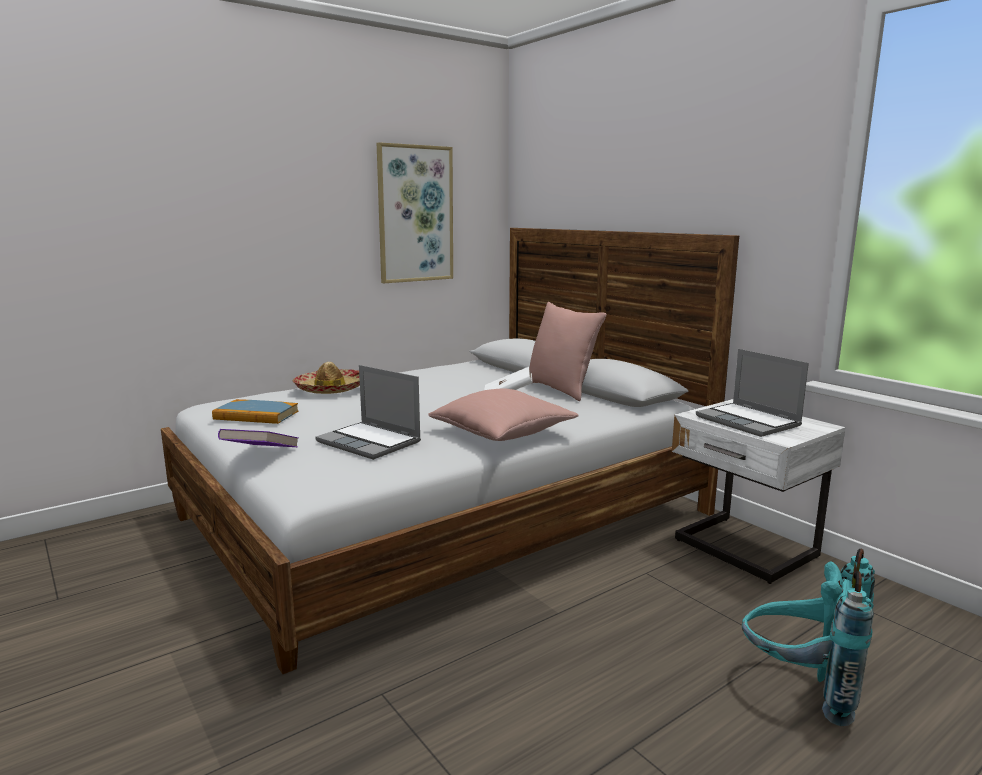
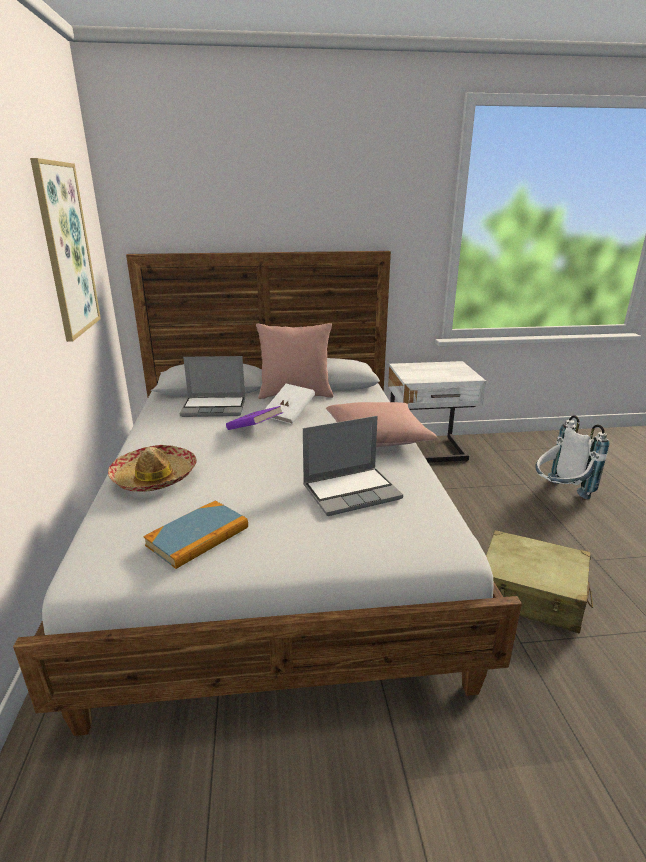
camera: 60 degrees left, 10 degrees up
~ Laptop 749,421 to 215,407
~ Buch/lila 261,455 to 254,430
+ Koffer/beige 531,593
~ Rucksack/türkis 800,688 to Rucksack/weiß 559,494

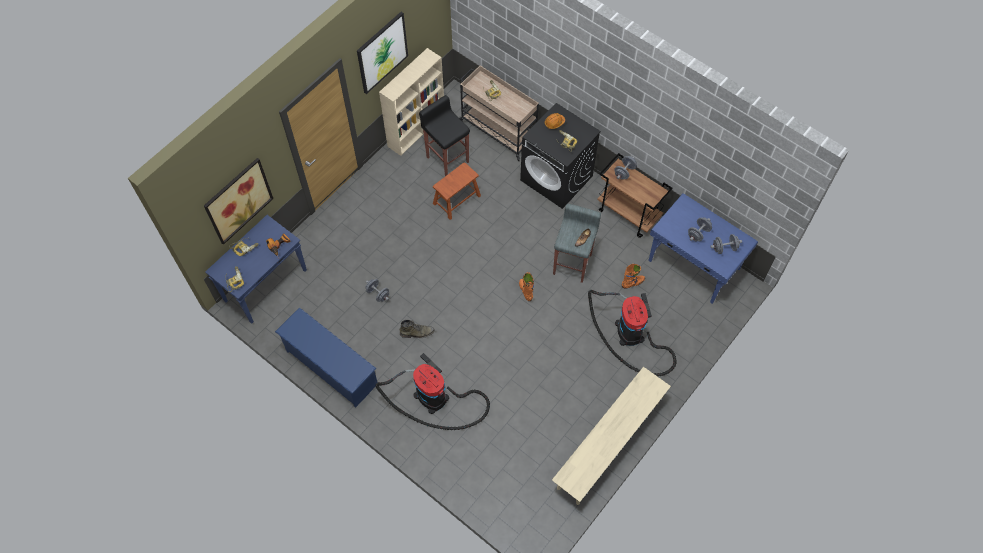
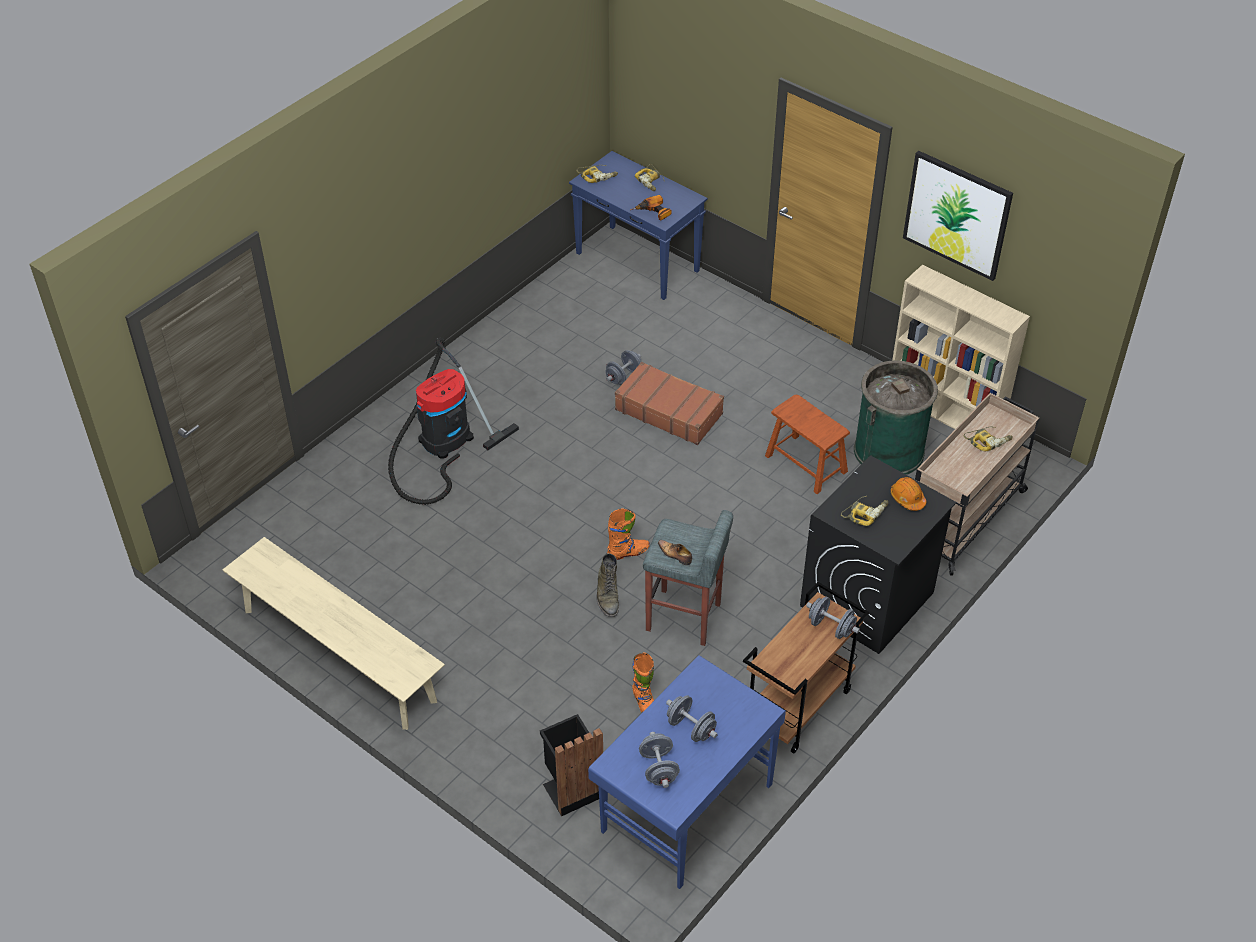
camera: 90 degrees right, 15 degrees down
+ Mülleimer/schwarz 571,788
~ Stiefel/grün 417,332 to 607,595
+ Koffer/braun 669,411
~ Hocker/schwarz 447,159 to Mülleimer/grün 889,451
- Bild 238,200
- Schuhregal/blau 331,368
- Staubsauger 631,335

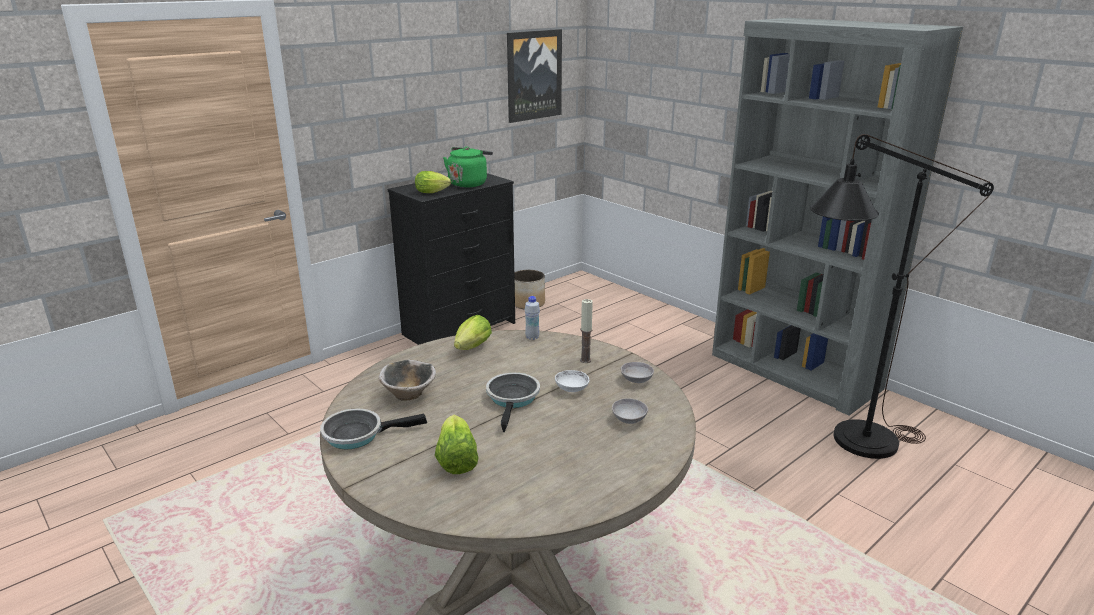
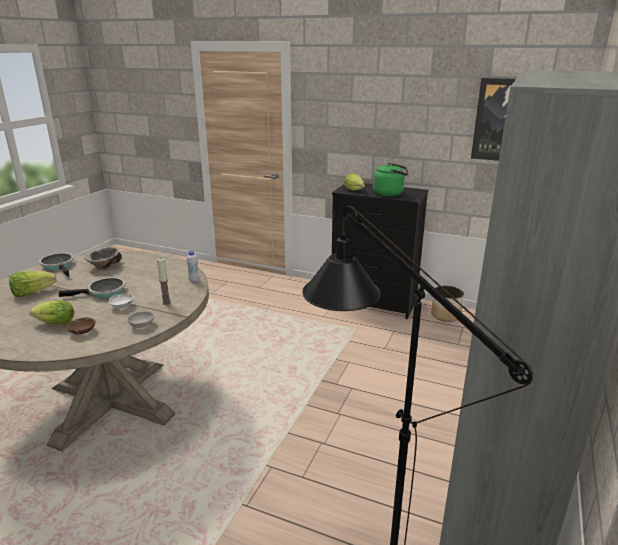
camera: 65 degrees right, 0 degrees up
~ Salatkopf 471,349 to 53,323
~ Schüssel/grau 629,419 to Schüssel/braun 82,332

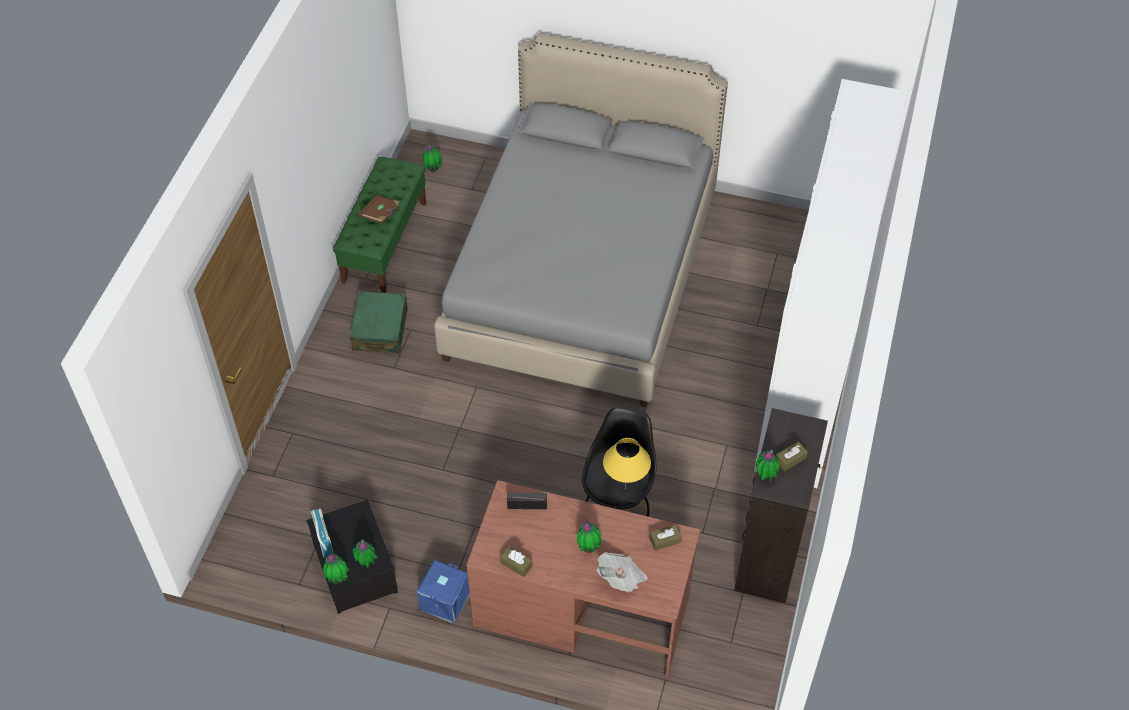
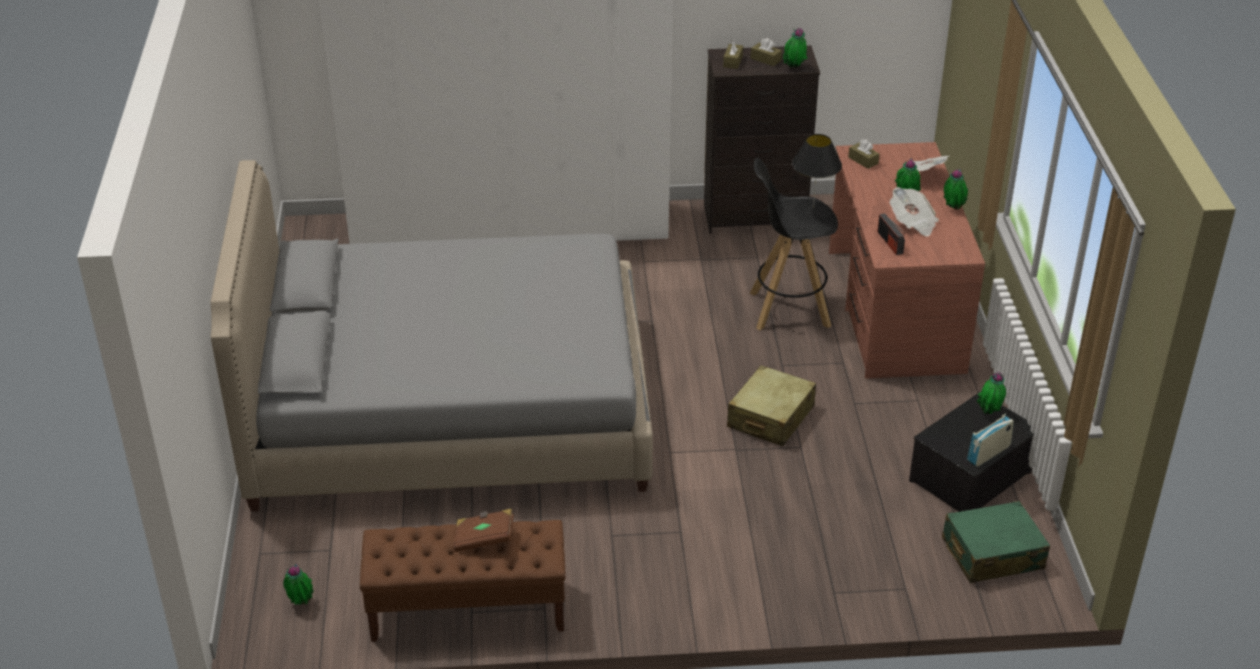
camera: 110 degrees left, 15 degrees down
~ Bank/grün 385,242 to Bank/braun 467,610
~ Taschentuchbox/braun 516,564 to 733,61
+ Koffer/beige 770,417
~ Tischlampe/gelb 625,489 to Tischlampe/schwarz 813,208
+ Zeitung 913,223
~ Koffer/grün 380,329 to 992,554
~ Topfpflanze 337,579 to 952,209
- Aufbewahrungsbox/blau 444,600

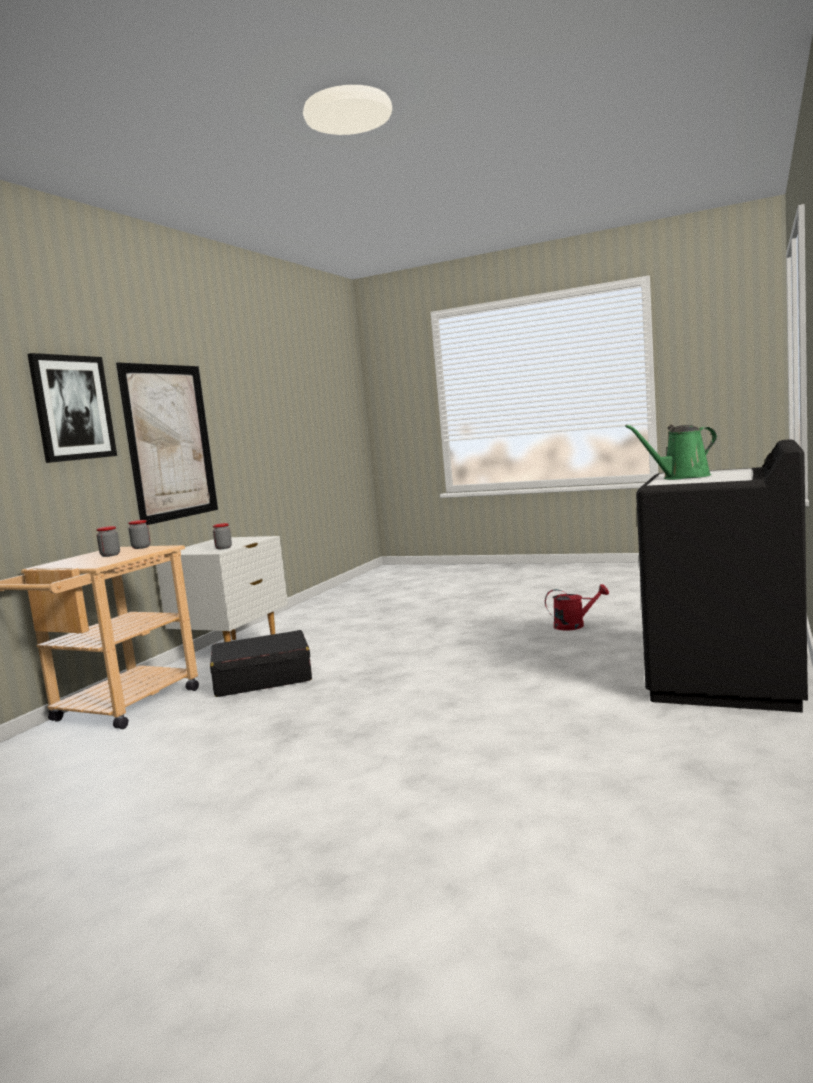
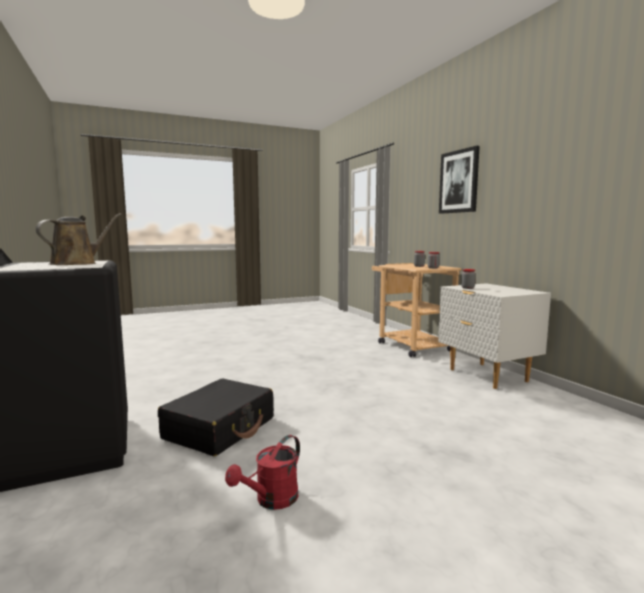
camera: 130 degrees right, 0 degrees up
~ Gießkanne/grün 682,477 to Gießkanne/braun 78,263
~ Koffer/schwarz 262,678 to 220,428
- Bild 170,442

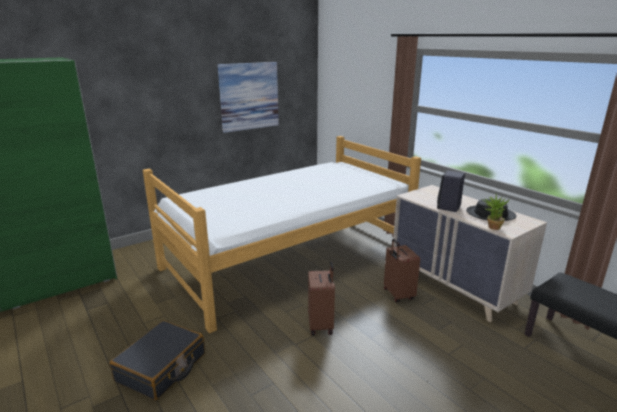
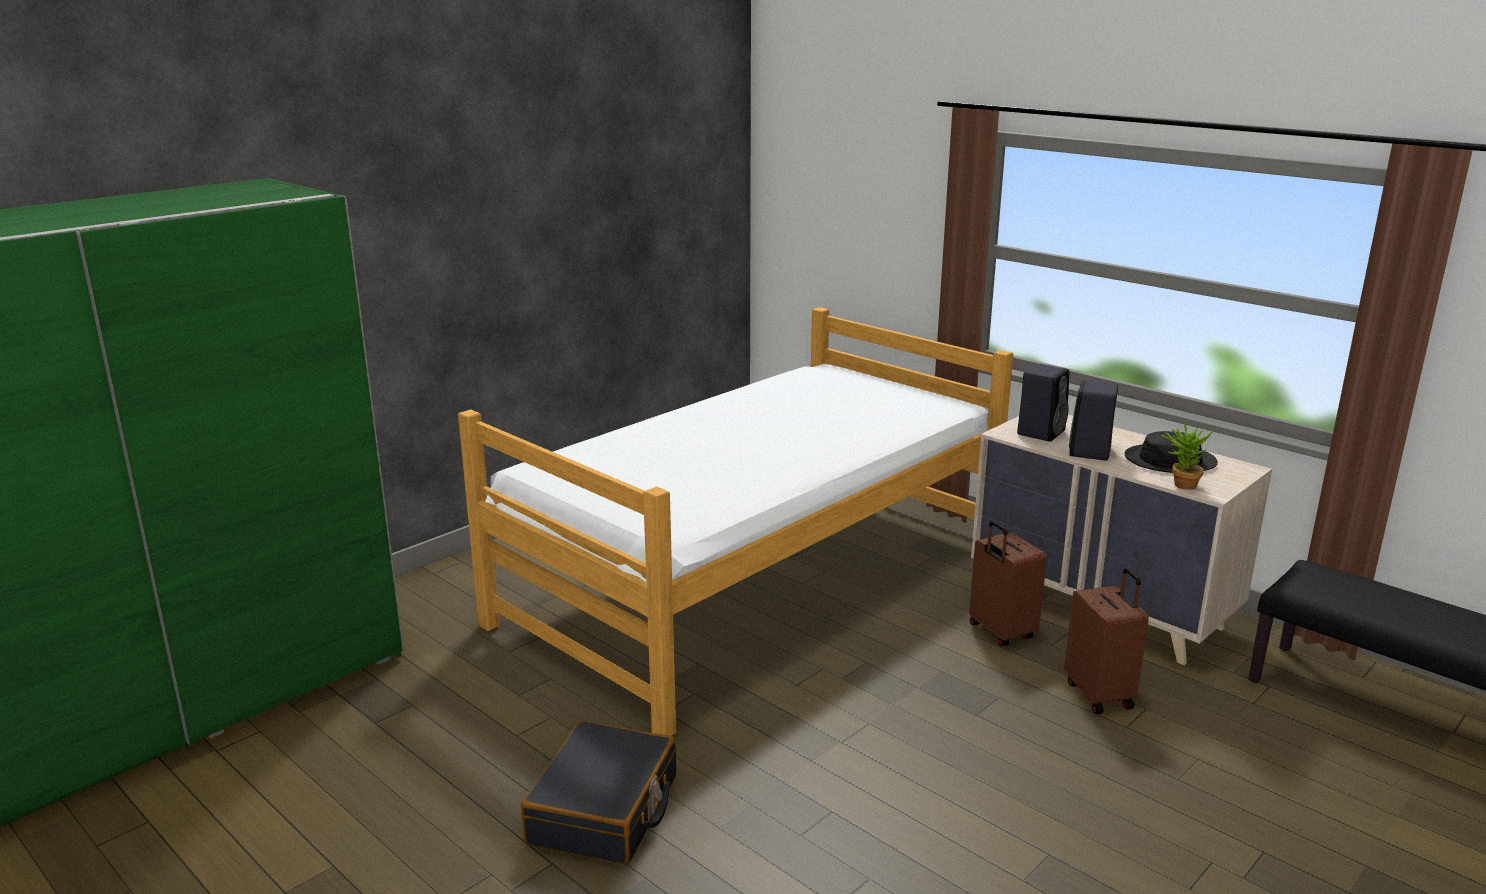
camera: 10 degrees left, 0 degrees up
+ Lautsprecher/schwarz 1041,432
~ Koffer/braun 321,325 to 1100,695
- Bild 249,96

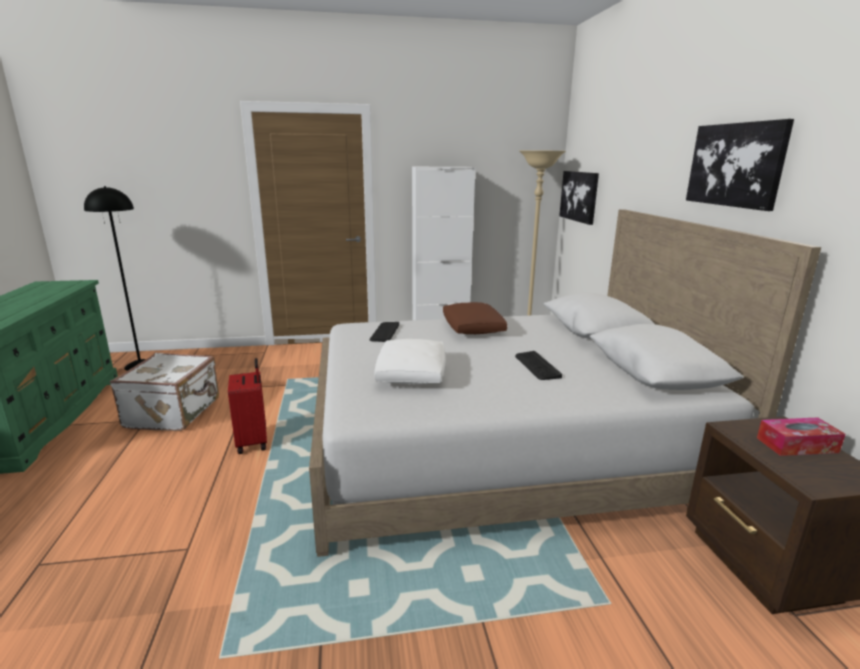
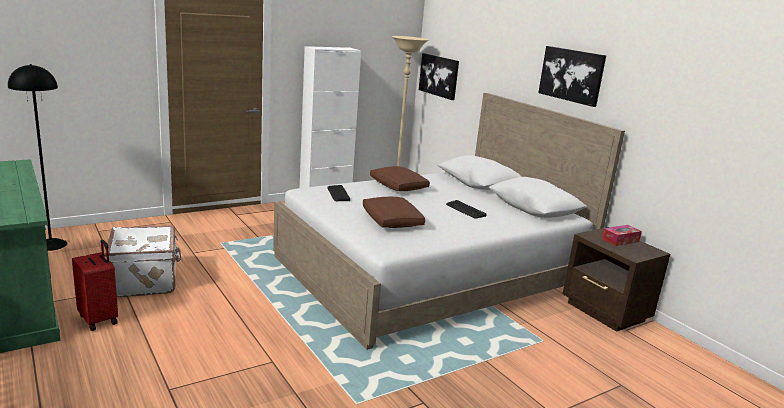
camera: 25 degrees left, 0 degrees up
~ Koffer/rot 253,442 to 99,319
~ Kissen/weiß 411,373 to Kissen/braun 392,221

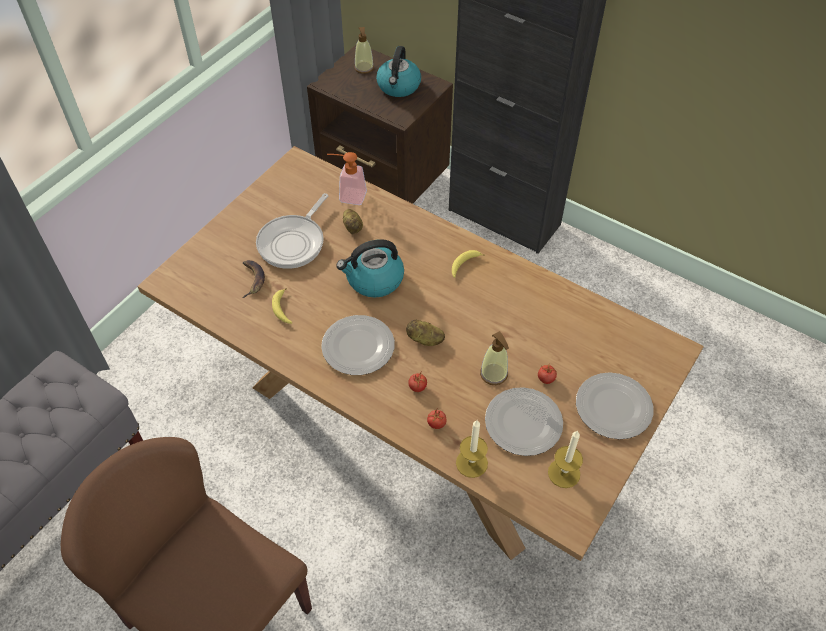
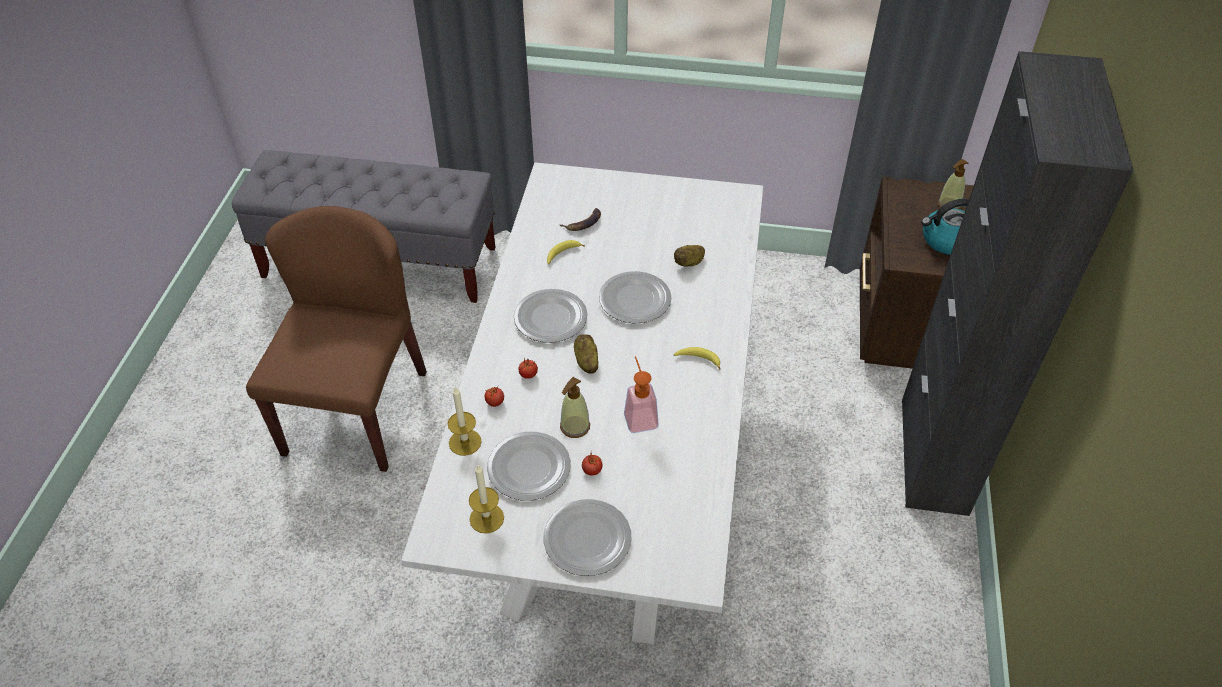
camera: 65 degrees right, 5 degrees down
~ Esstisch/braun 414,420 to Esstisch/weiß 613,473
~ Wasserkessel 374,280 to Teller 635,300
~ Seifenspender 348,195 to 639,415
- Pfanne 294,242

